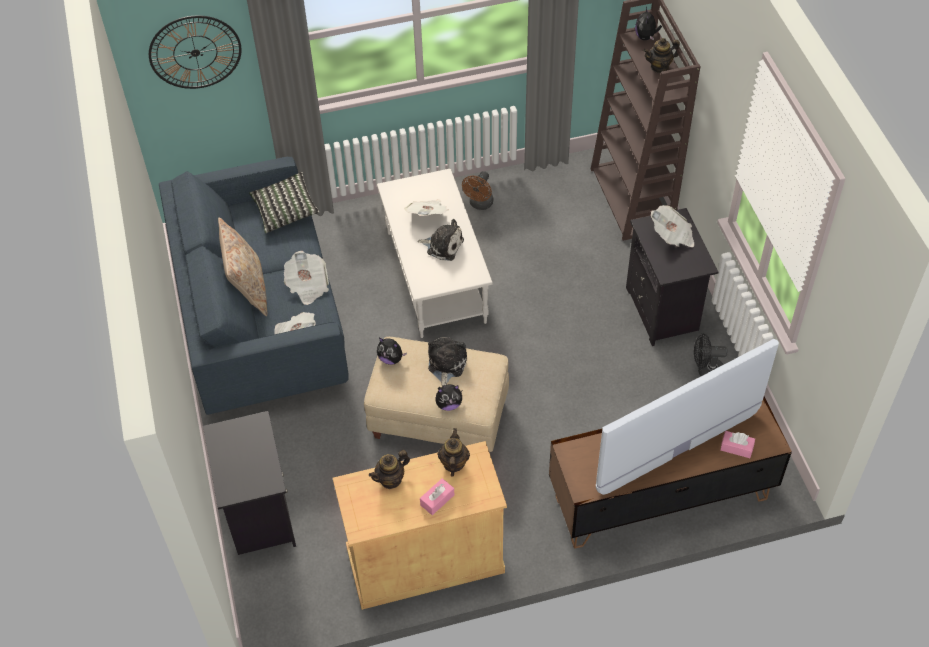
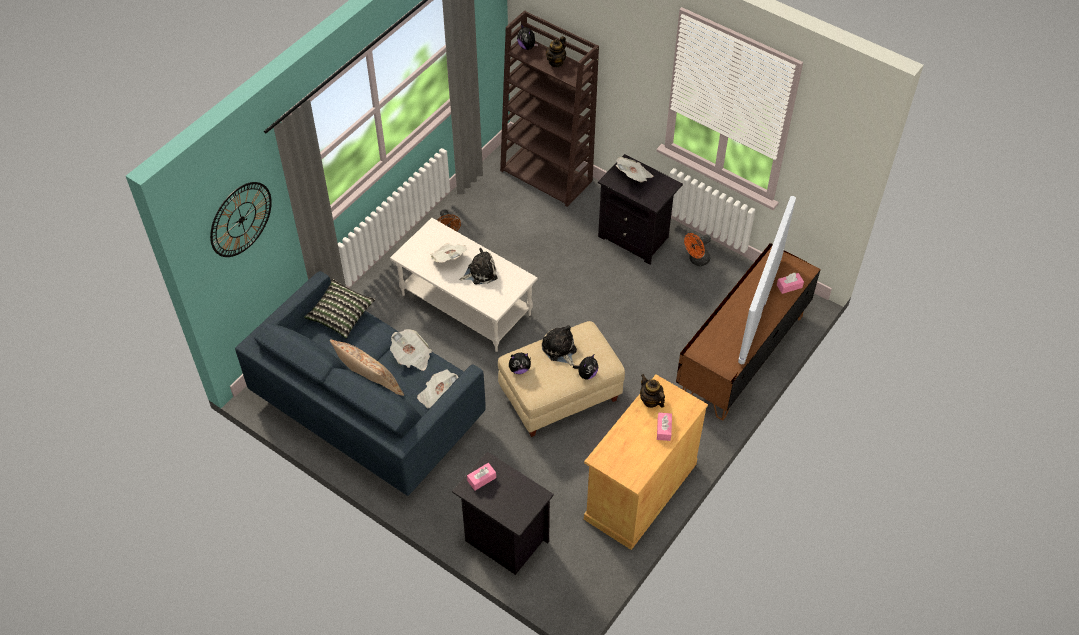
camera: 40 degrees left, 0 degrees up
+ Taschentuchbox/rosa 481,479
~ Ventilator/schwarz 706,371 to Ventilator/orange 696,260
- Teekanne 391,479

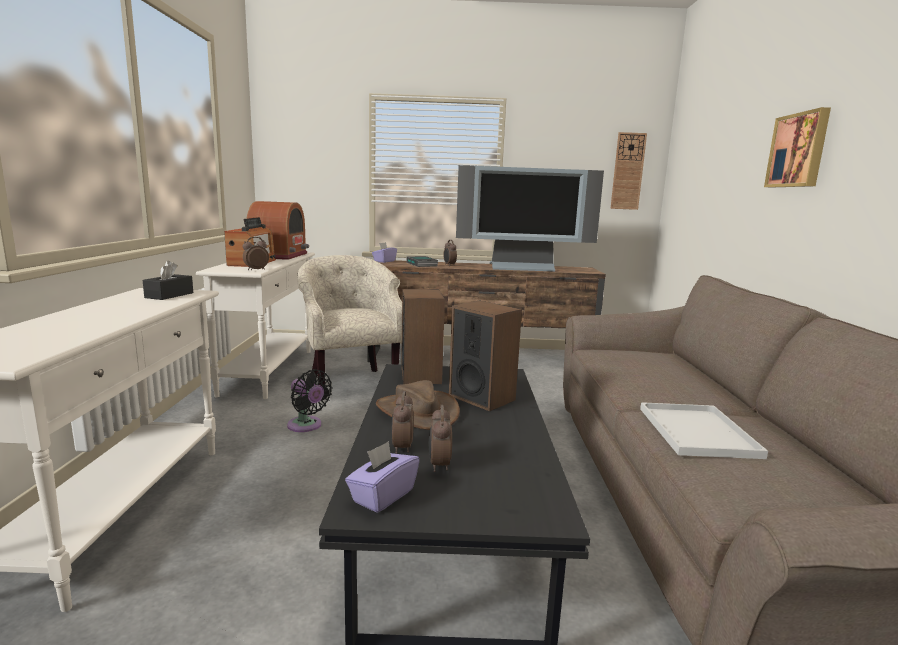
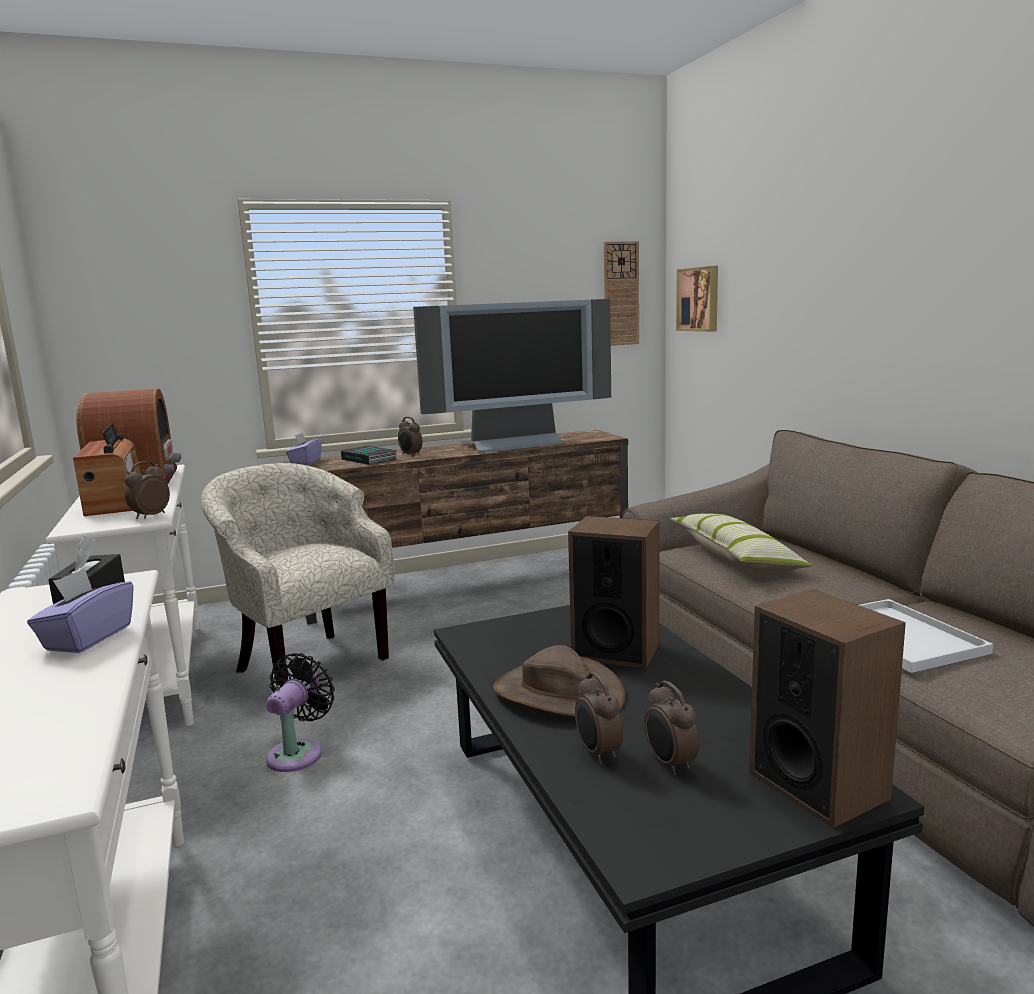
camera: 20 degrees left, 0 degrees up
~ Taschentuchbox/lila 382,495 to 88,638
~ Ventilator/schwarz 306,426 = 298,752 90 degrees counterclockwise
+ Kissen 735,558
~ Bild 799,150 to 699,299
~ Lautsprecher 421,375 to 818,785

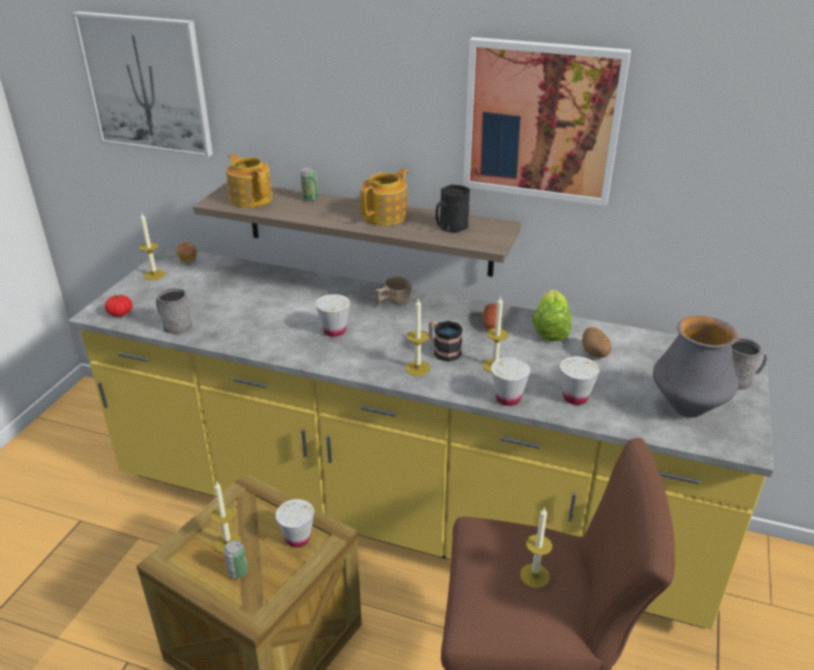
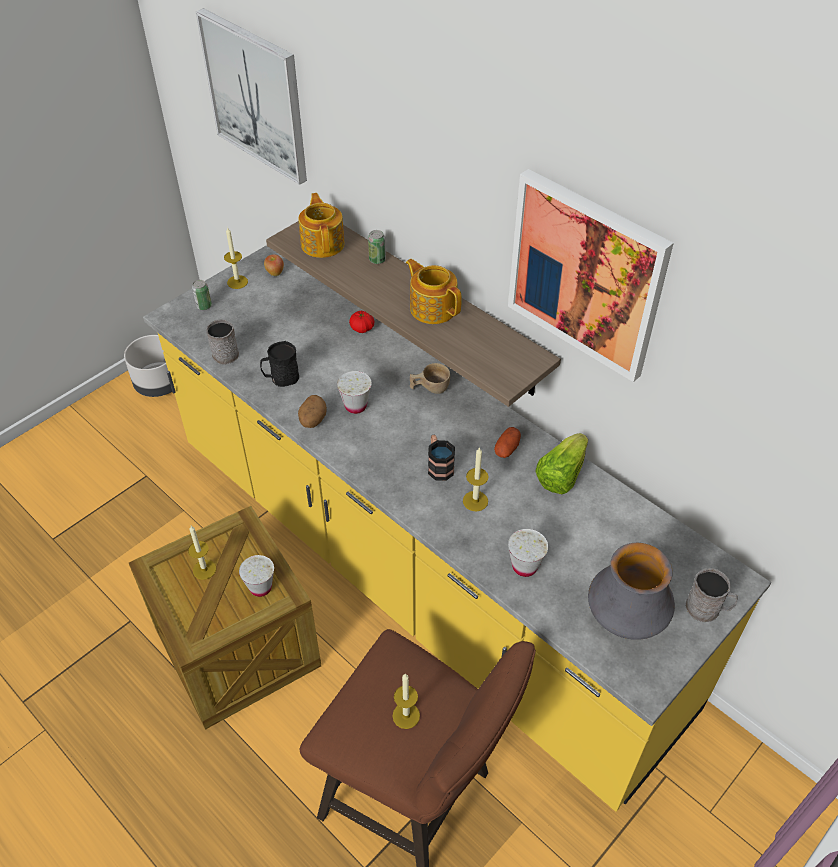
camera: 25 degrees right, 15 degrees up
+ Pflanzkübel/grau 159,384
~ Dose 238,571 to 204,306
~ Henkelbecher/schwarz 450,227 to 281,378
~ Kartoffel 595,353 to 312,420
~ Tomate 120,313 to 362,328
~ Teekanne 386,216 = 433,307 105 degrees counterclockwise
- Kerze 417,368
- Tasse/weiß 508,398

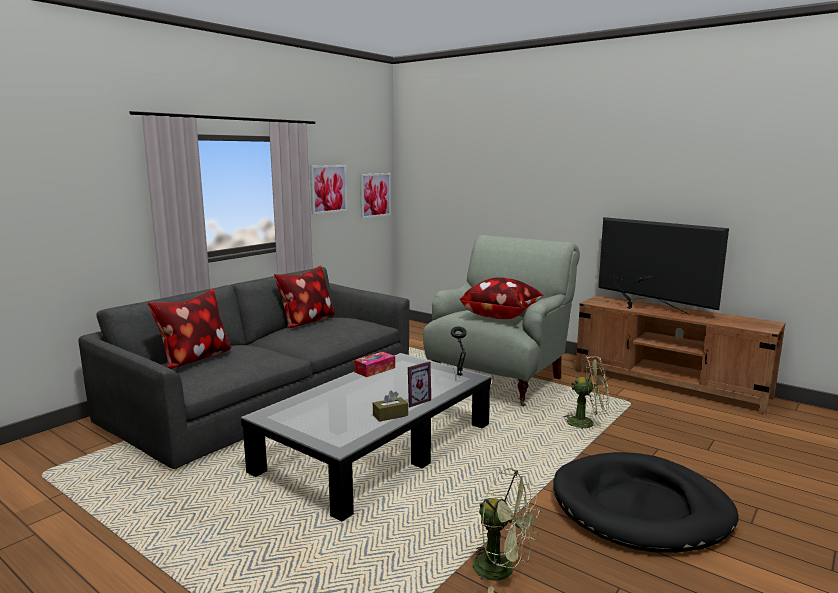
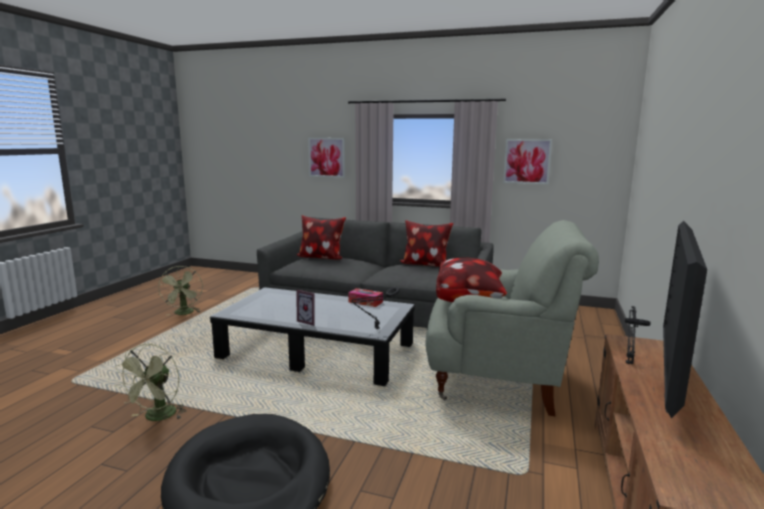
camera: 70 degrees right, 0 degrees up
~ Ventilator/grün 586,423 to 184,313
~ Bild 375,195 to 327,157
- Taschentuchbox/braun 390,415

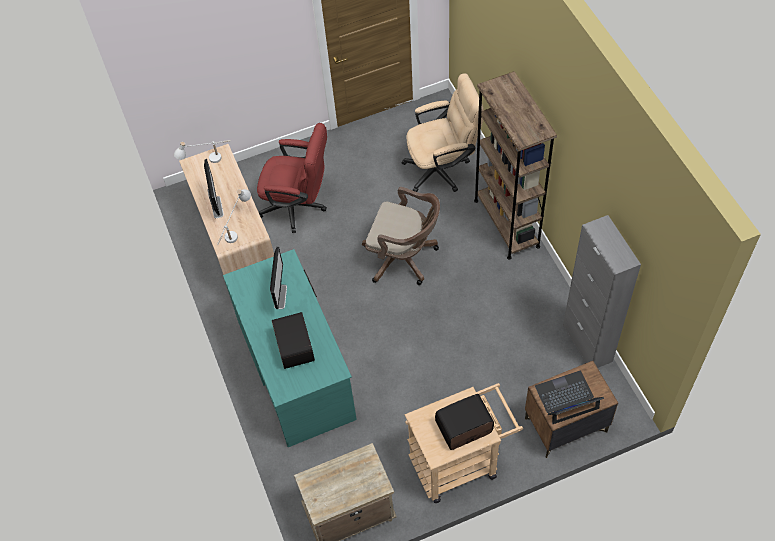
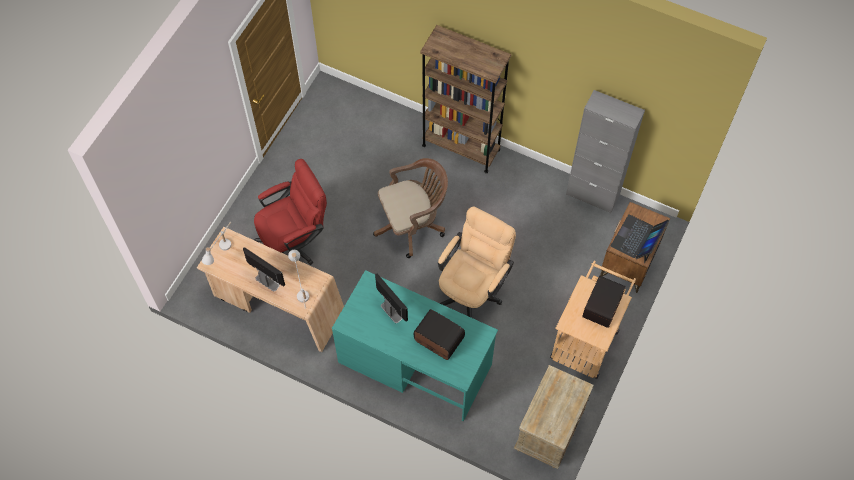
camera: 45 degrees left, 5 degrees up
~ Bürostuhl/beige 443,168 to 472,290

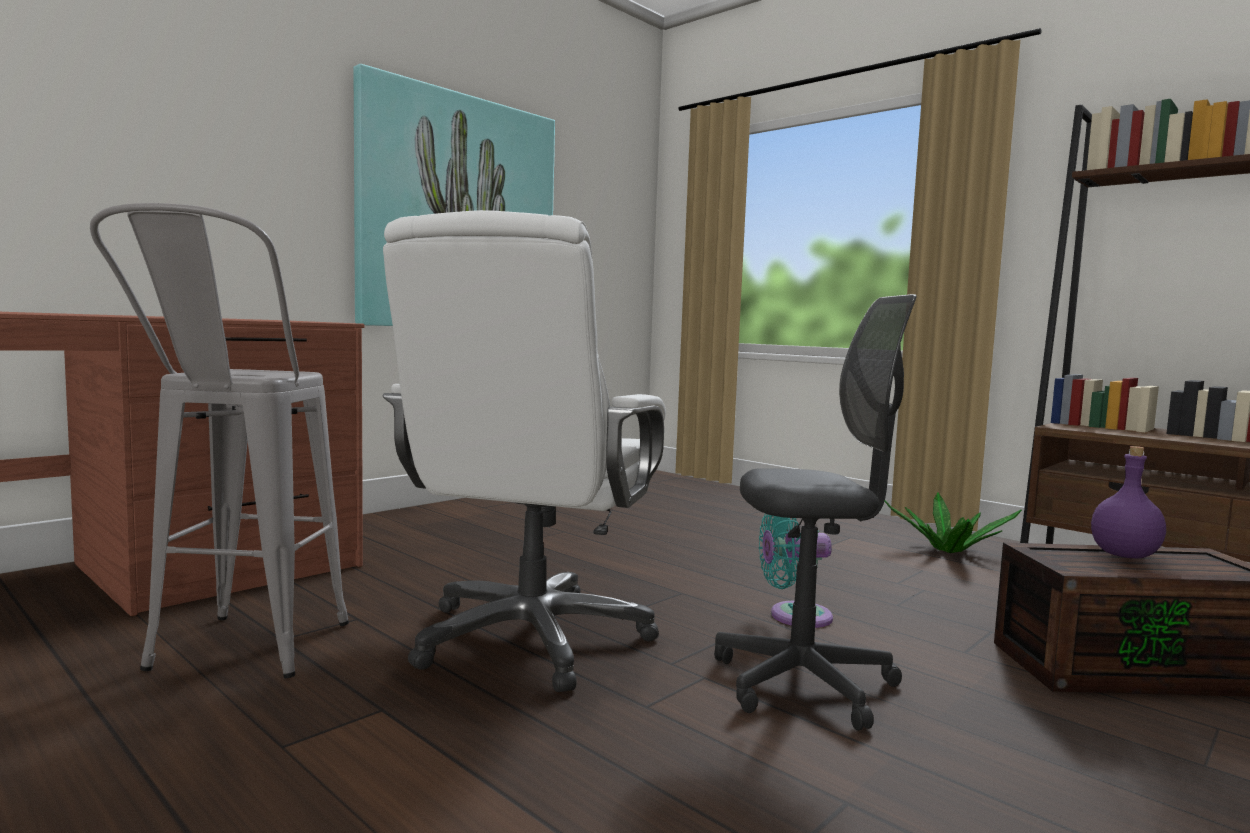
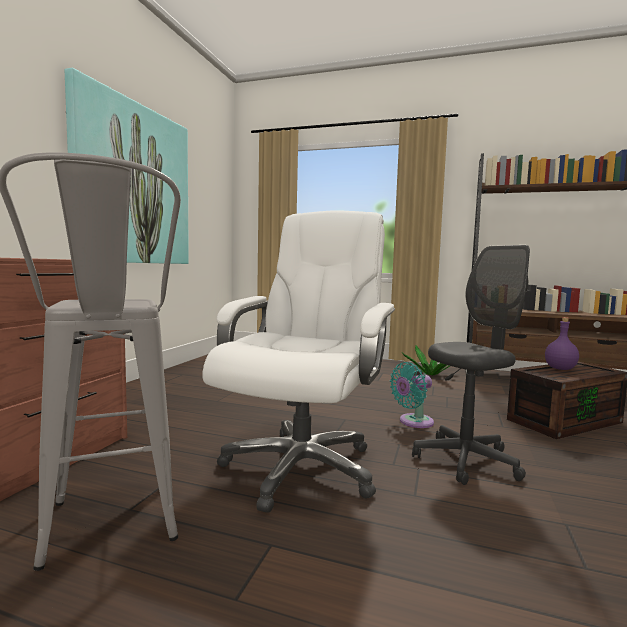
camera: 25 degrees left, 0 degrees up
~ Bürostuhl/weiß 531,638 = 301,466 150 degrees counterclockwise

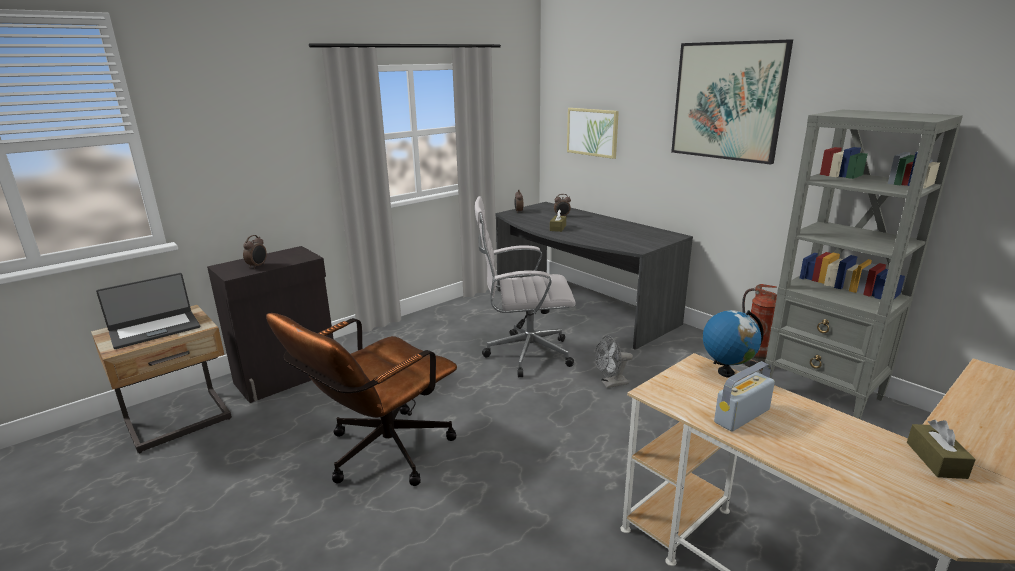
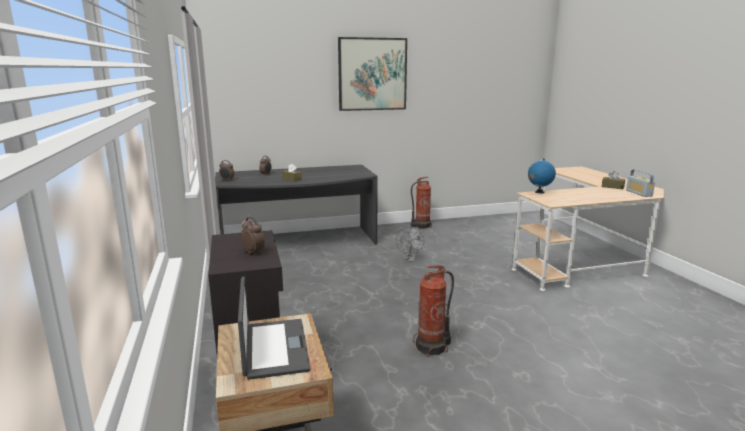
camera: 65 degrees left, 5 degrees down
~ Bürostuhl/braun 379,455 to Feuerlöscher 432,347
~ Radio 741,416 to 639,193
- Bürostuhl/weiß 524,354
- Bild 592,132
- Bücherregal/grau 822,394

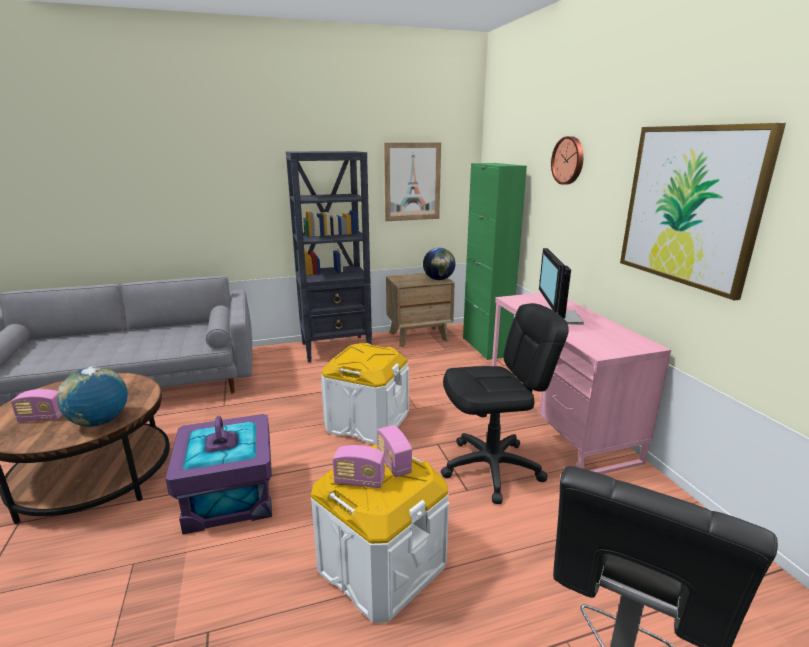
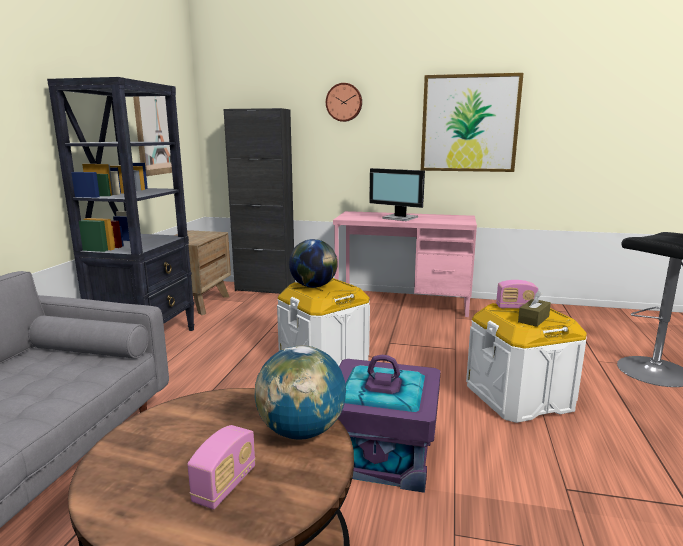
camera: 60 degrees left, 5 degrees down
~ Schrank/grün 485,347 to Schrank/schwarz 265,289
~ Globus 438,279 to 314,286
~ Radio 359,481 to Taschentuchbox/braun 533,319
- Bürostuhl/schwarz 492,468

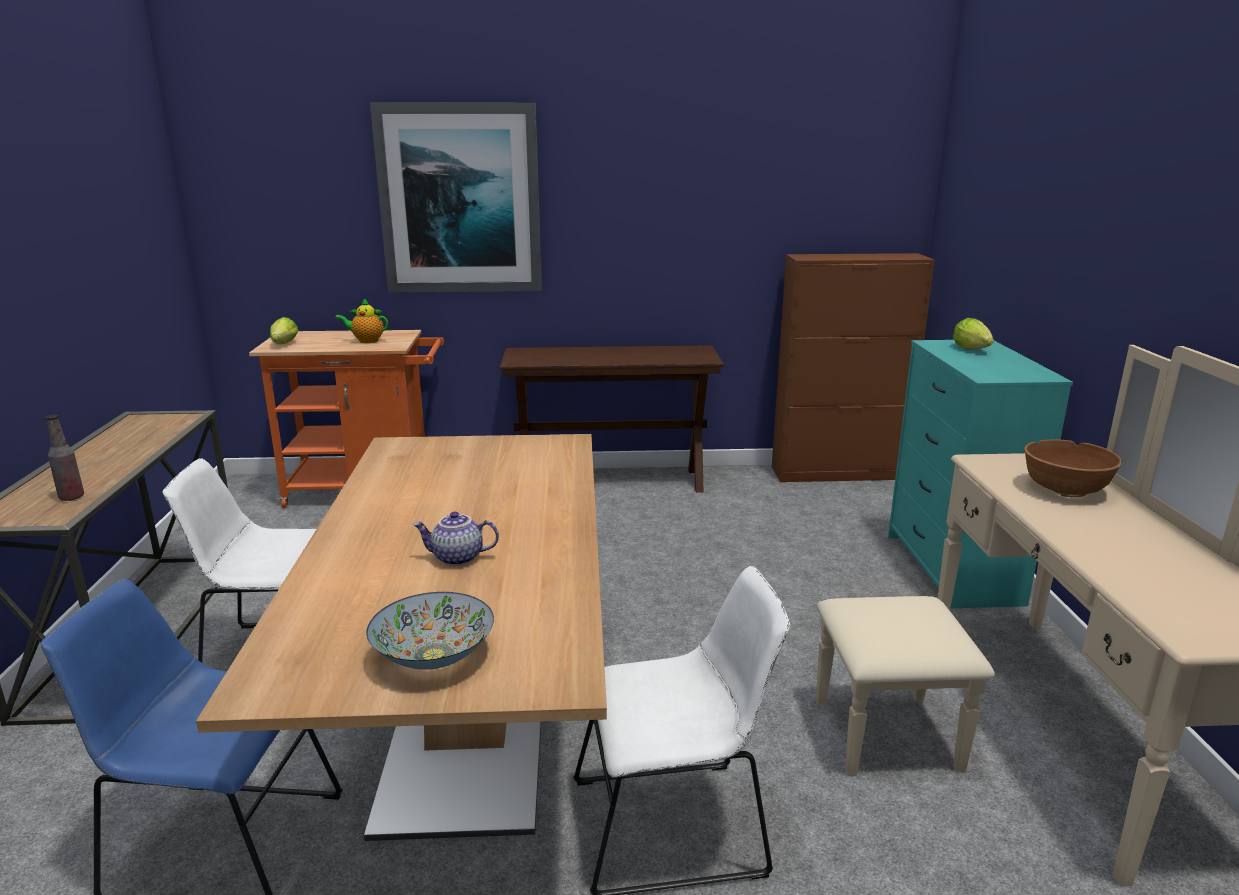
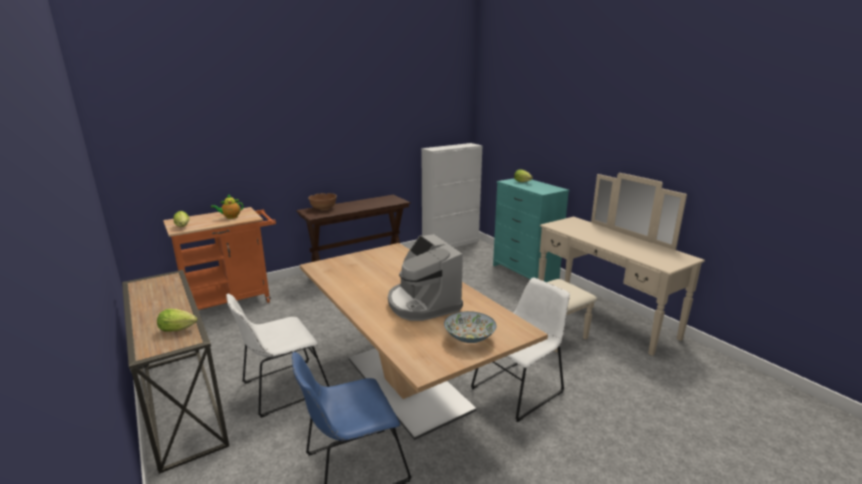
camera: 30 degrees left, 0 degrees up
~ Flasche 71,497 to Salatkopf 180,329
~ Schüssel/braun 1064,490 to 323,208
~ Teekanne 457,558 to Kaffeemaschine 422,303
~ Schrank/braun 838,473 to Schrank/weiß 451,244
- Bild 460,199

